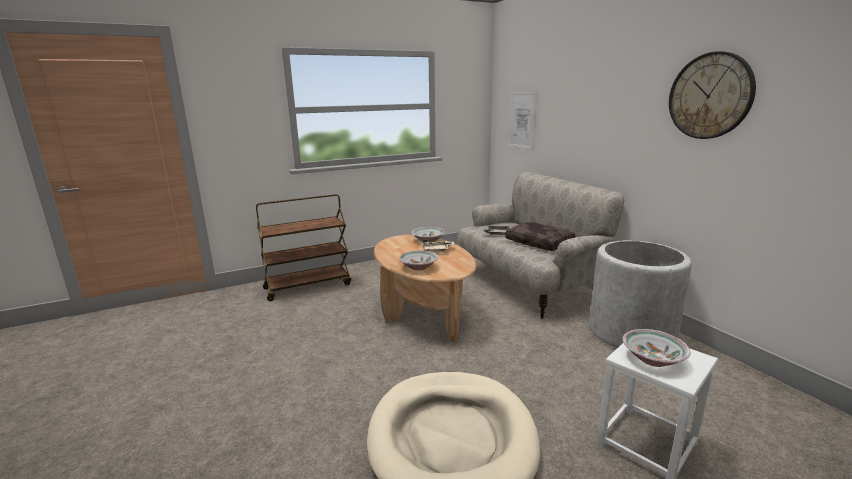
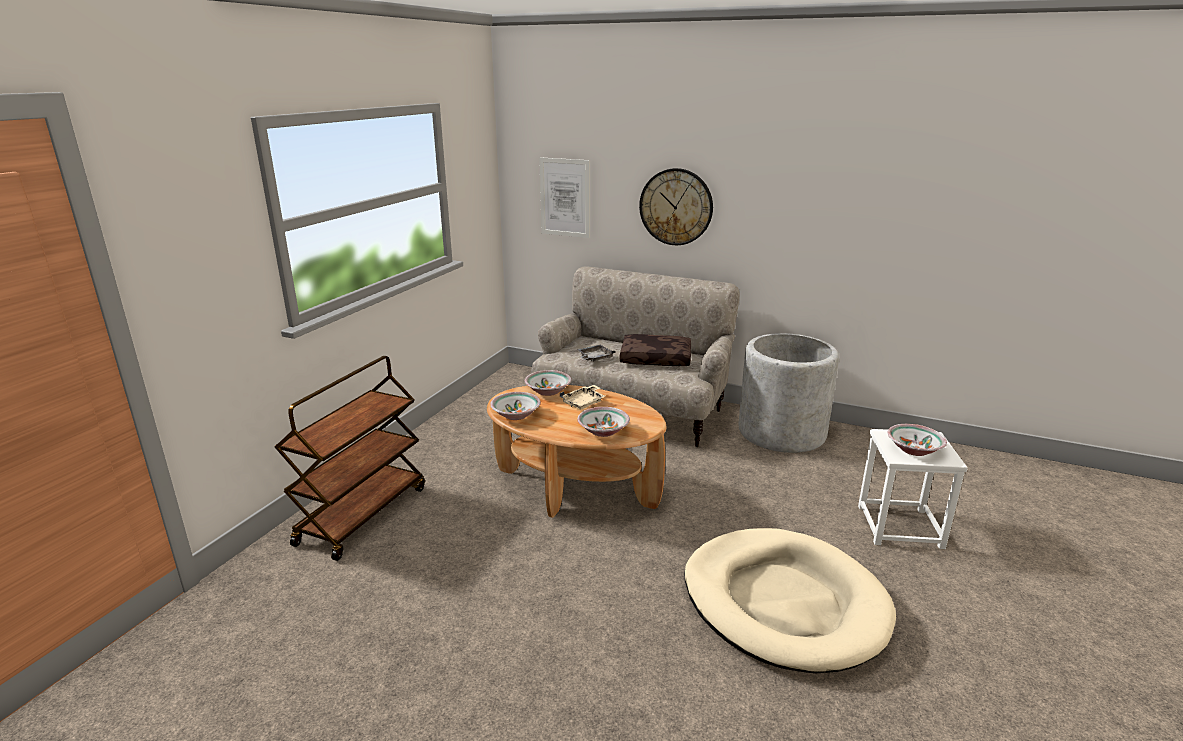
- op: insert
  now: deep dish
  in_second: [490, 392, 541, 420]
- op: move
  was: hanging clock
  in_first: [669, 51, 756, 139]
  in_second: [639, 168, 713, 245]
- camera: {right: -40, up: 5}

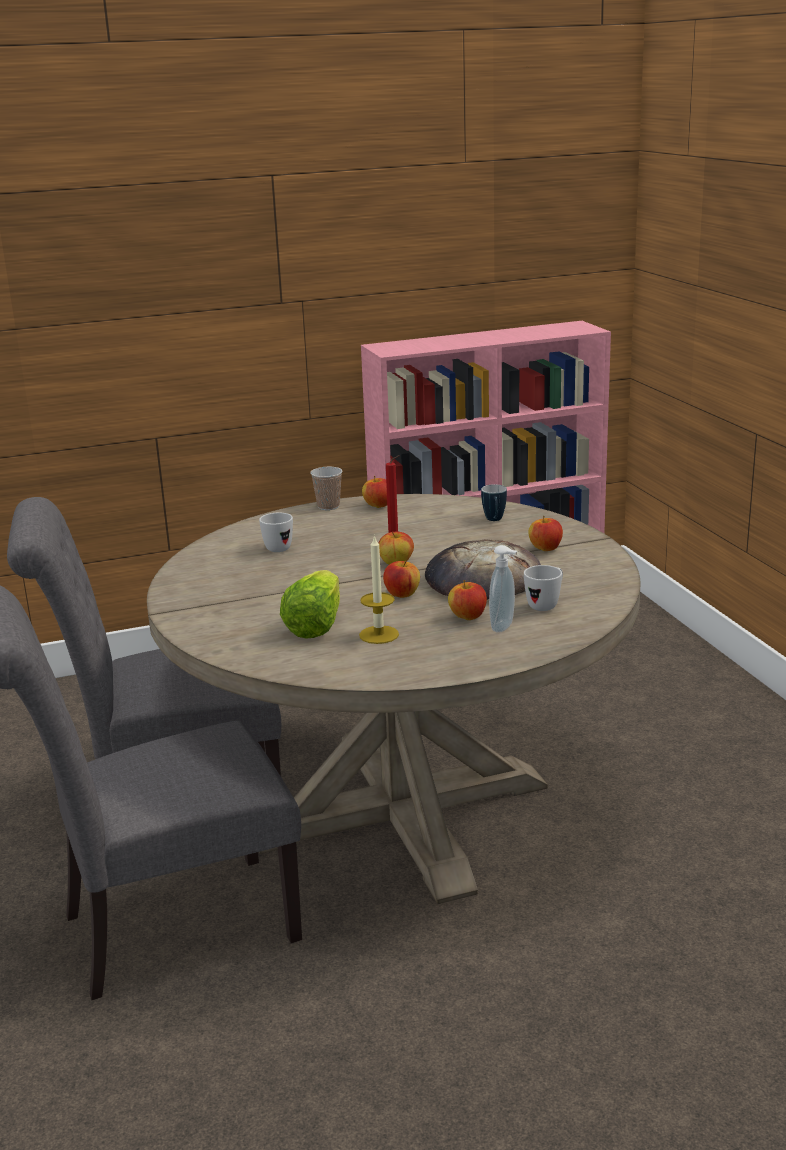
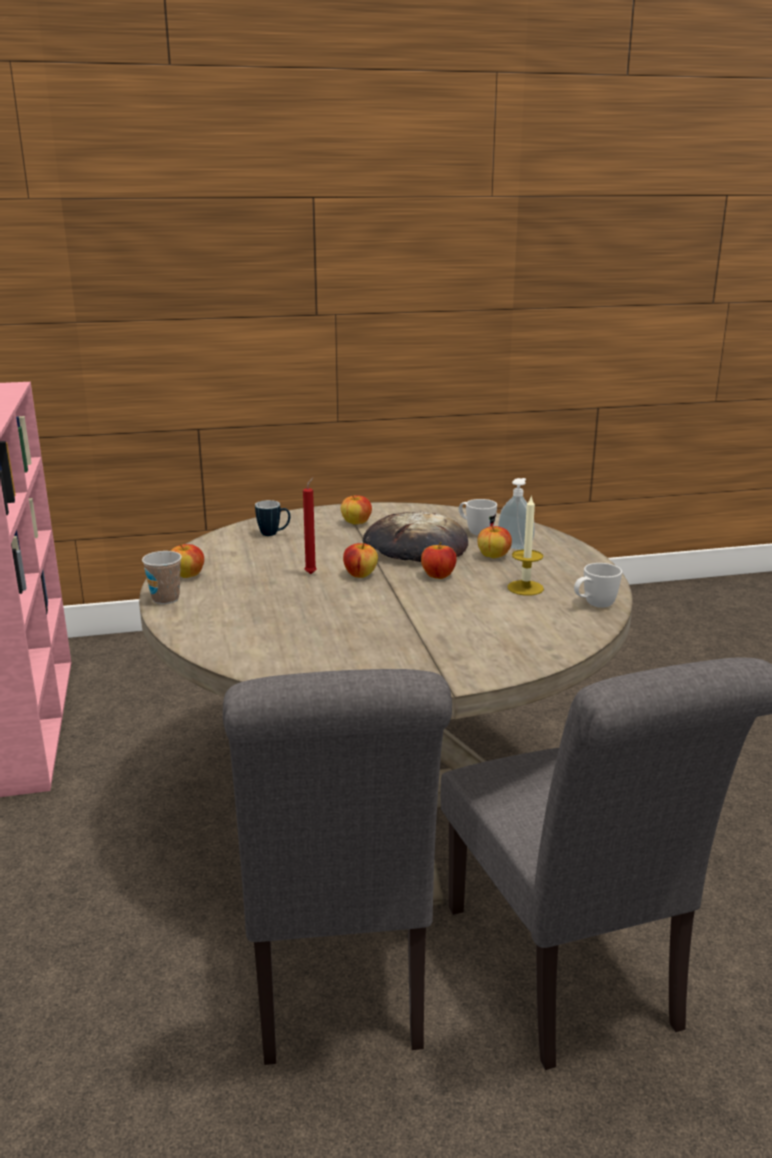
- op: delete
  was: lettuce
  in_first: [280, 570, 340, 639]
- op: move
  was: white coffee mug
  in_first: [259, 513, 293, 552]
  in_second: [574, 563, 622, 608]
- camera: {right: -85, up: 0}

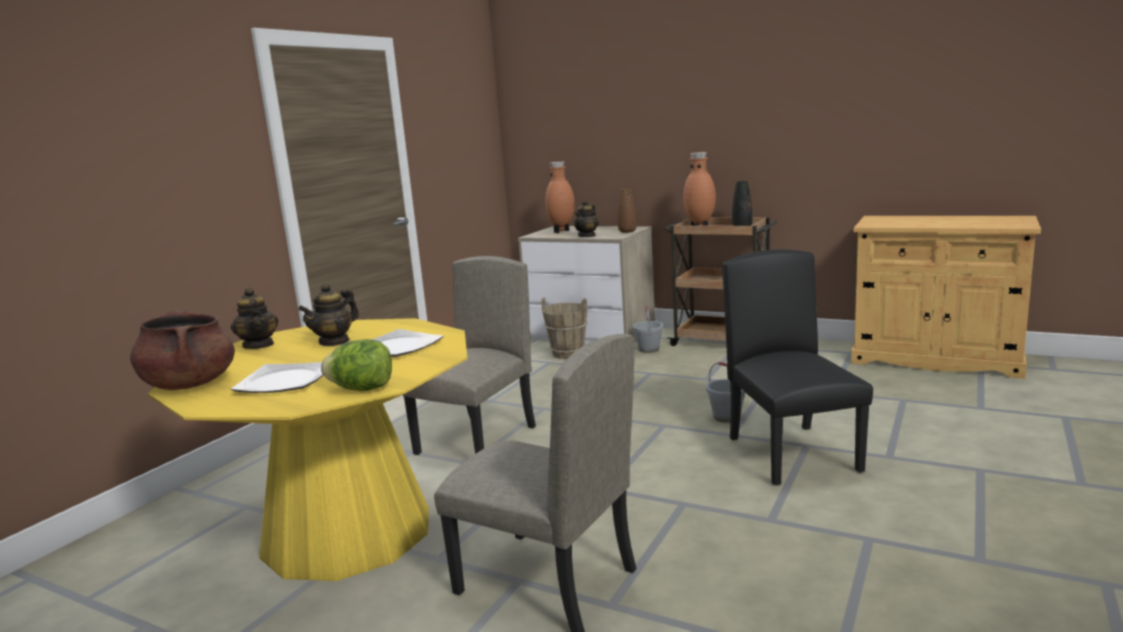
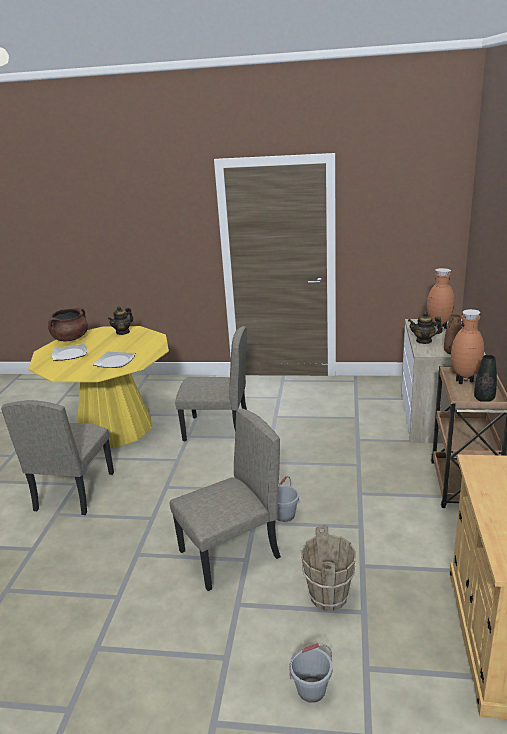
- op: delete
  was: tea pot
  in_first: [298, 283, 359, 346]
- op: delete
  was: lettuce
  in_first: [321, 339, 392, 391]
- op: move
  was: brownish bucket
  in_first: [541, 298, 588, 359]
  in_second: [301, 525, 356, 611]
- op: move
  was: grey bucket
  in_first: [633, 306, 663, 353]
  in_second: [289, 643, 332, 703]
- op: recolor
  was: blackish upright chair
  now: sand-coloured upright chair
  in_first: [722, 249, 873, 485]
  in_second: [170, 408, 281, 591]
- camera: {right: 70, up: 10}

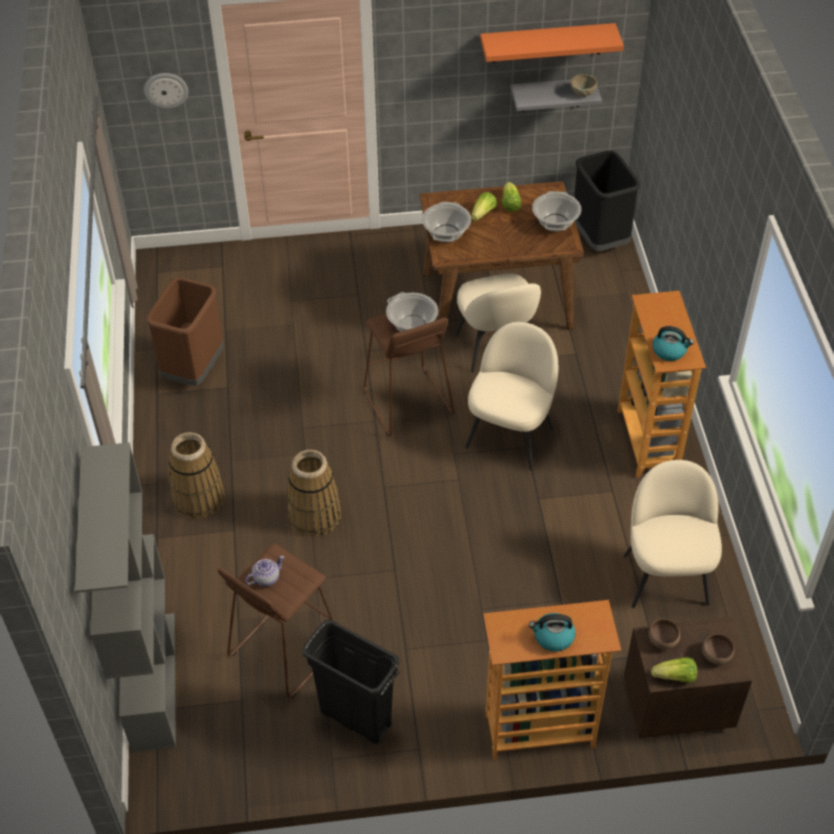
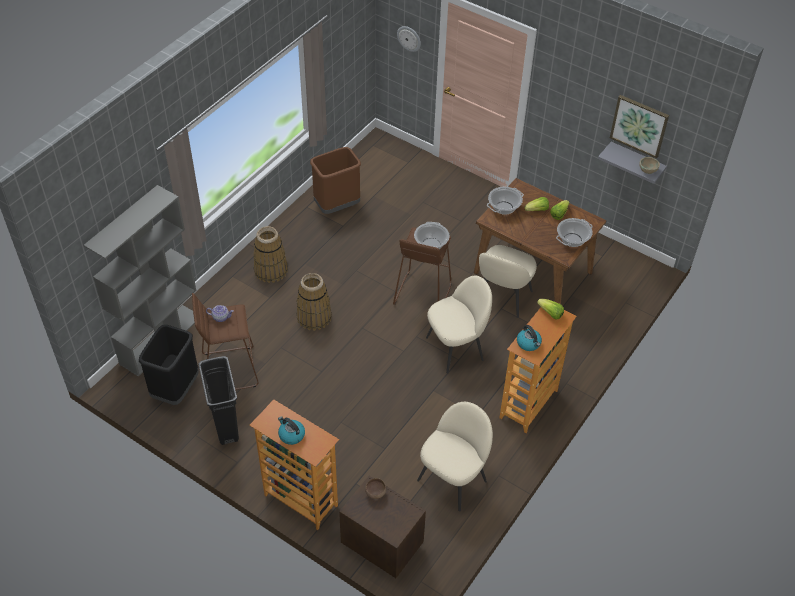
- op: delete
  was: brownish deep dish
  in_first: [702, 634, 734, 665]
- op: move
  was: blackish trash can
  in_first: [574, 151, 640, 251]
  in_second: [139, 325, 199, 405]
- op: move
  was: lettuce
  in_first: [651, 657, 697, 683]
  in_second: [537, 299, 564, 320]
- op: replace
  was: orangey wall shelf
  now: wall picture
  in_first: [480, 23, 624, 63]
  in_second: [610, 95, 669, 159]
- camera: {right: 40, up: 0}

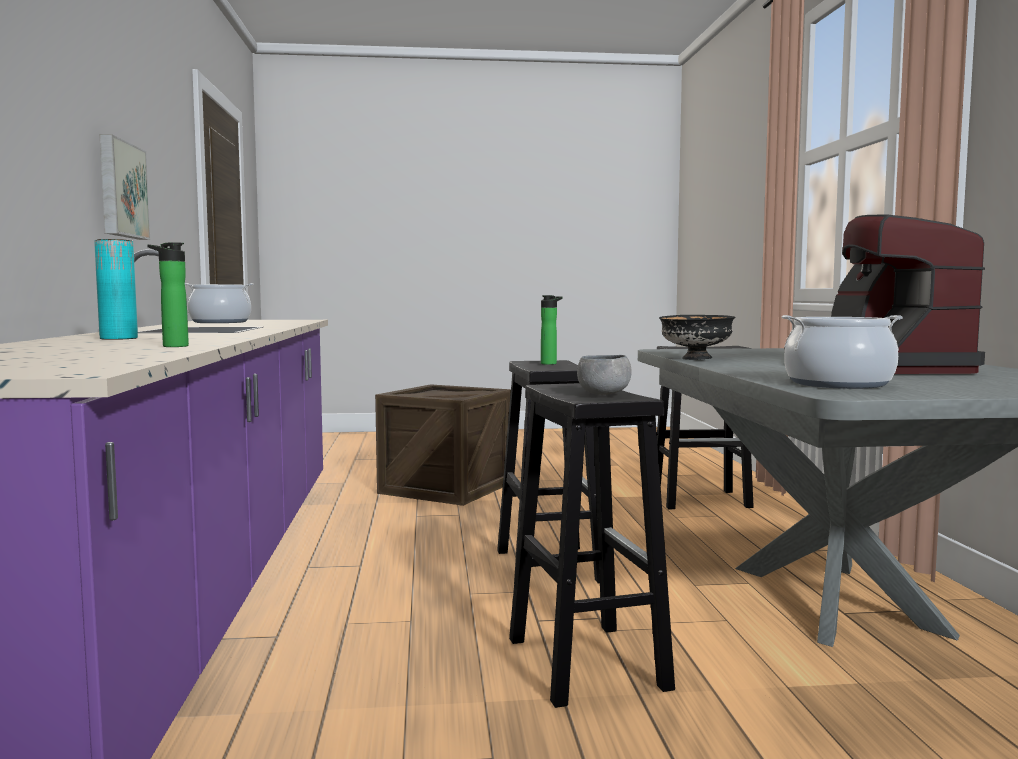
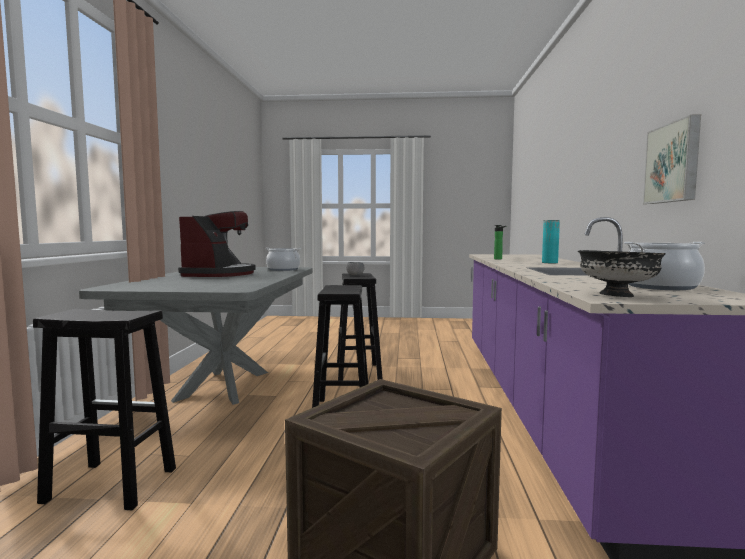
- op: delete
  was: drink bottle
  in_first: [541, 295, 563, 365]
- op: move
  was: blackish deep dish
  in_first: [659, 315, 736, 360]
  in_second: [578, 250, 666, 297]
- camera: {right: -170, up: 0}

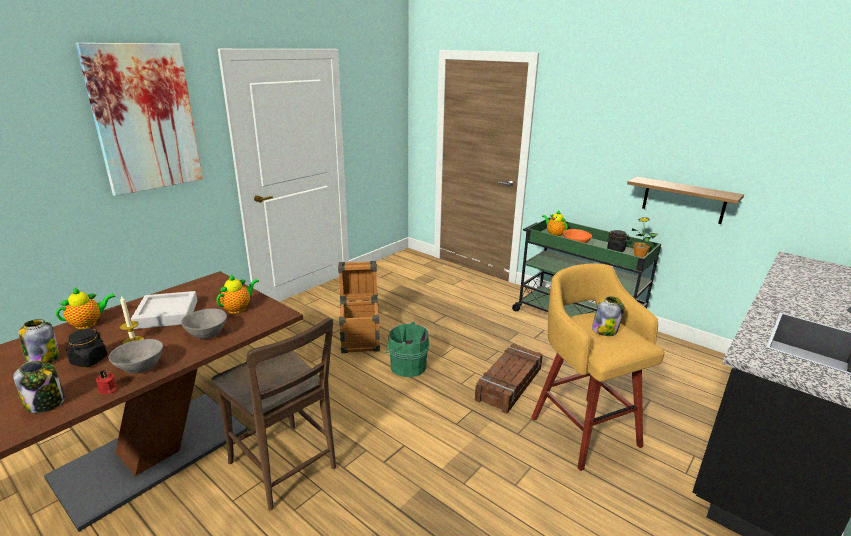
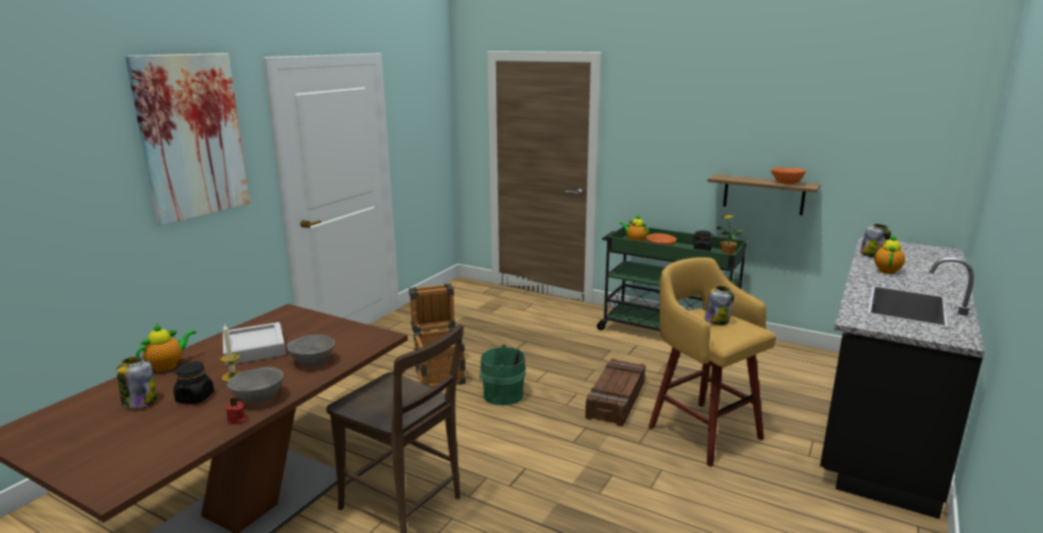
- op: insert
  now: orangey deep dish
  in_second: [771, 167, 806, 184]
- op: move
  was: jar
  in_first: [13, 361, 65, 413]
  in_second: [860, 224, 891, 258]
- op: move
  was: tea pot
  in_first: [216, 275, 259, 314]
  in_second: [874, 234, 905, 274]
- camera: {right: -10, up: -5}

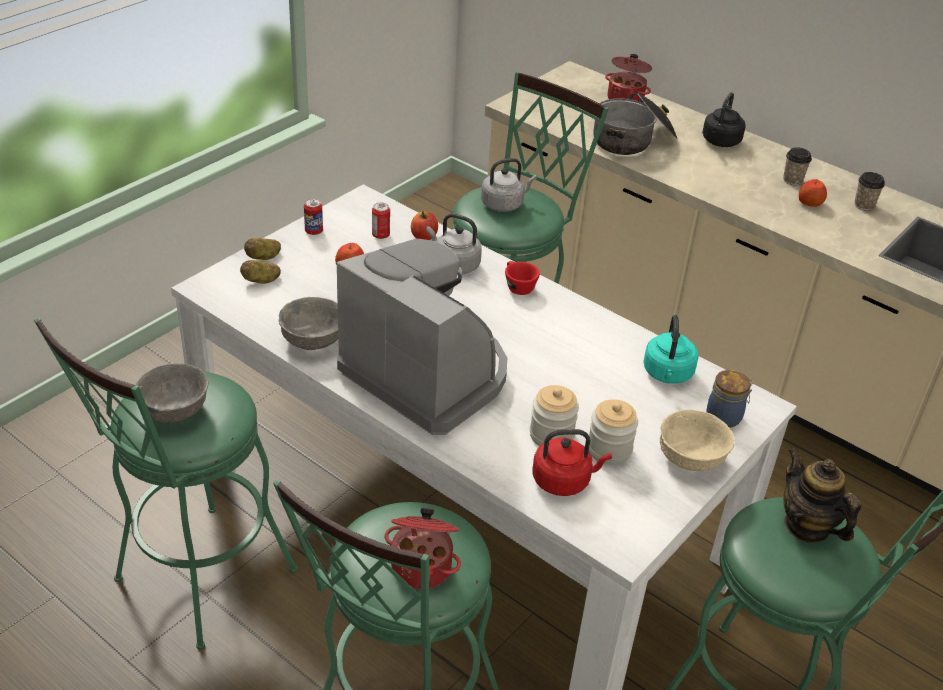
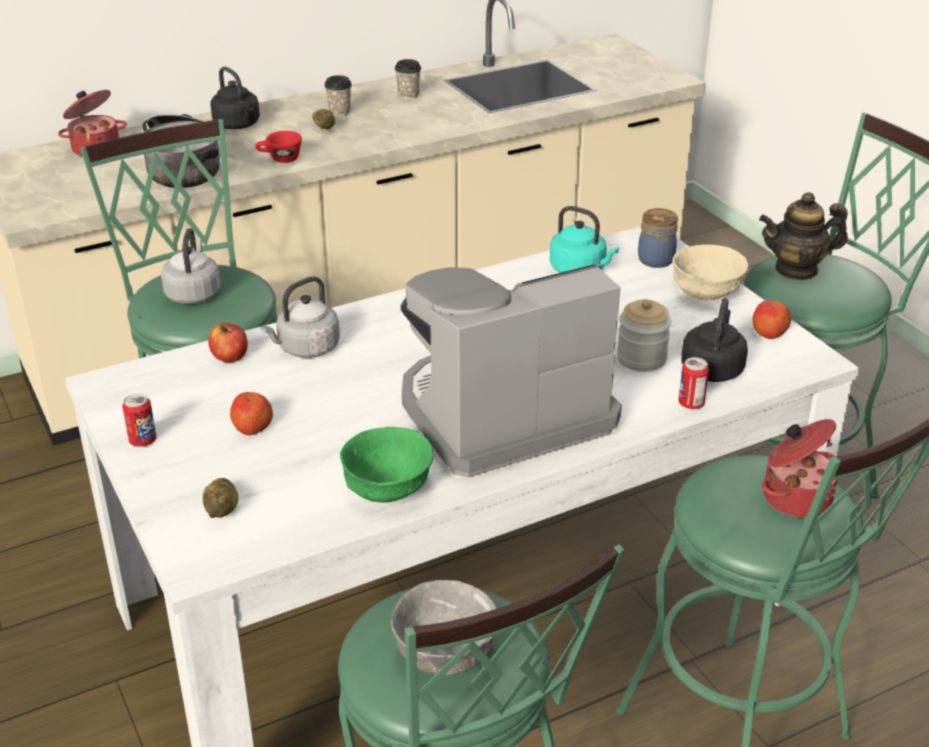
- op: delete
  was: jar
  in_first: [589, 399, 638, 465]
- op: move
  was: whole potato
  in_first: [244, 238, 281, 260]
  in_second: [312, 109, 335, 129]
- op: move
  was: sealed can
  in_first: [372, 202, 390, 239]
  in_second: [678, 357, 709, 409]
- op: move
  was: red-coloured drinking cup
  in_first: [505, 261, 540, 295]
  in_second: [255, 131, 302, 163]
- op: move
  was: apple
  in_first: [799, 179, 827, 207]
  in_second: [752, 300, 791, 339]
- op: recolor
  was: grey deep dish
  now: greenish deep dish
  in_first: [279, 297, 338, 350]
  in_second: [340, 427, 434, 503]
- op: recolor
  was: red-coloured tea kettle
  now: blackish tea kettle
  in_first: [533, 429, 612, 496]
  in_second: [681, 298, 748, 382]
- camera: {right: -65, up: -5}

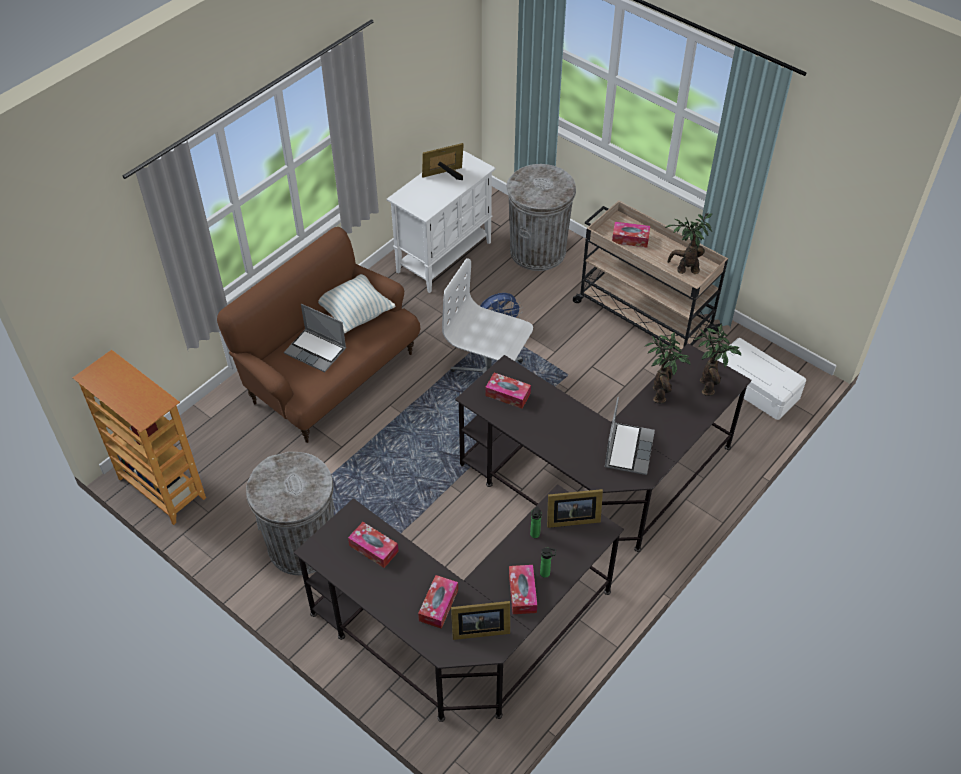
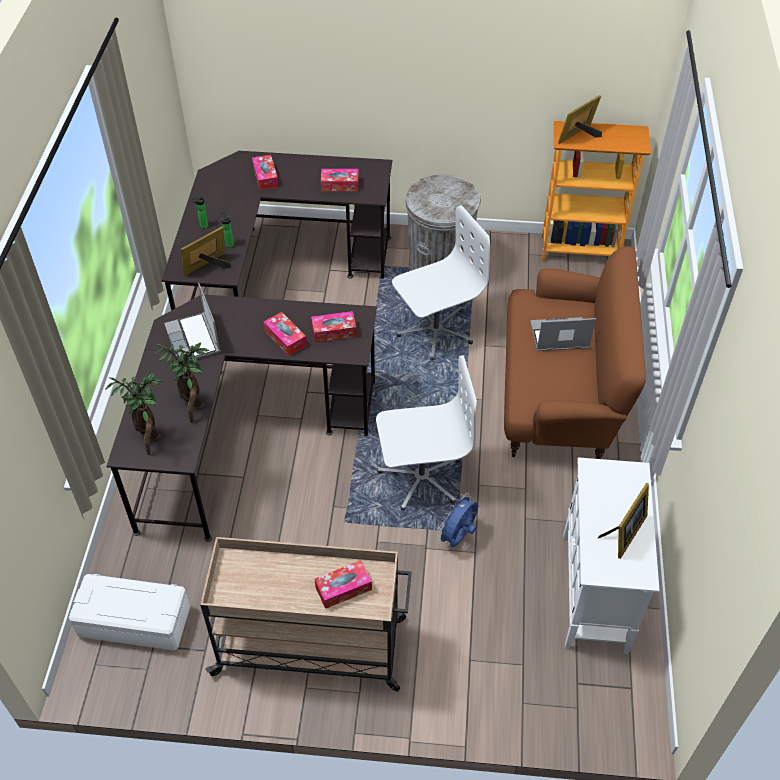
- op: delete
  was: cushion
  in_first: [318, 274, 396, 333]
- op: delete
  was: grey trash can
  in_first: [506, 164, 576, 271]
- op: delete
  was: houseplant
  in_first: [665, 213, 712, 274]
- op: insert
  now: white desk chair
  in_second: [392, 205, 490, 360]
- op: move
  was: standing frame
  in_first: [451, 601, 510, 640]
  in_second: [558, 95, 602, 144]
- op: move
  was: tissue box
  in_first: [509, 565, 537, 614]
  in_second: [263, 312, 307, 356]
- camera: {right: 145, up: 0}

